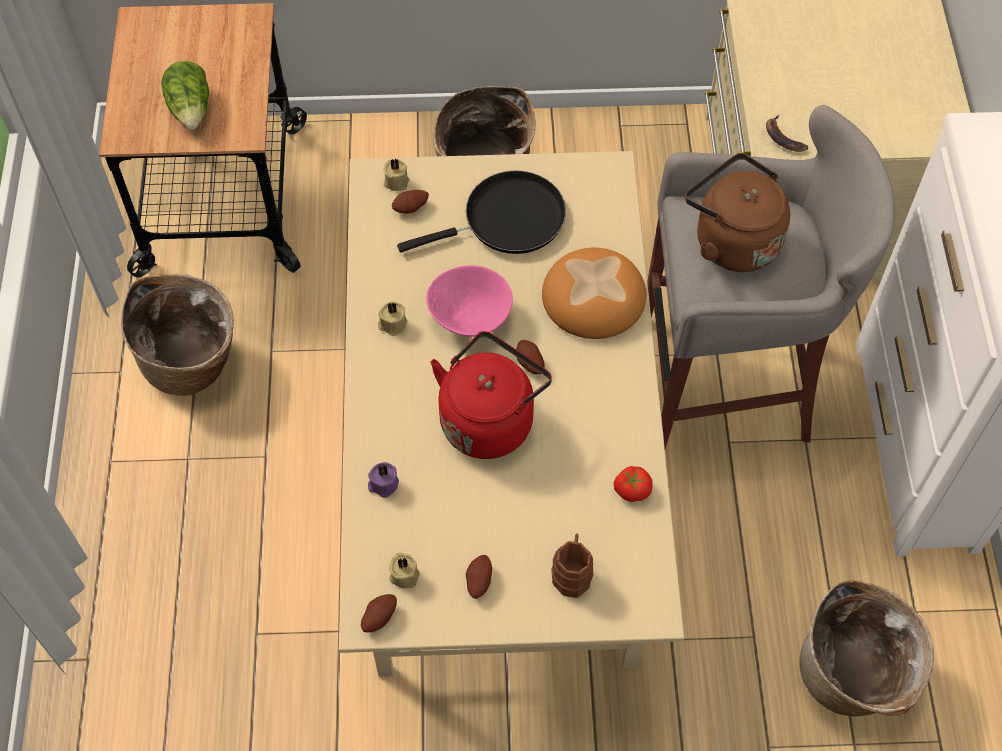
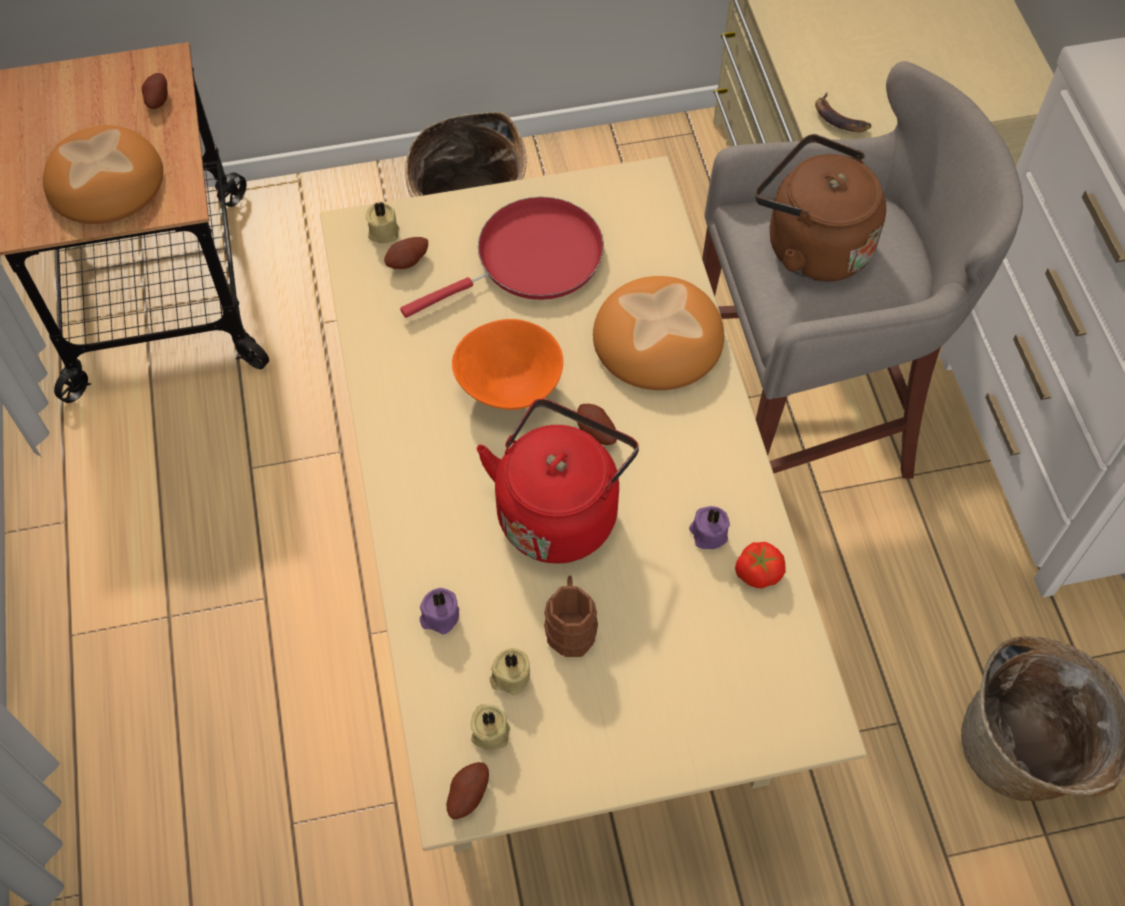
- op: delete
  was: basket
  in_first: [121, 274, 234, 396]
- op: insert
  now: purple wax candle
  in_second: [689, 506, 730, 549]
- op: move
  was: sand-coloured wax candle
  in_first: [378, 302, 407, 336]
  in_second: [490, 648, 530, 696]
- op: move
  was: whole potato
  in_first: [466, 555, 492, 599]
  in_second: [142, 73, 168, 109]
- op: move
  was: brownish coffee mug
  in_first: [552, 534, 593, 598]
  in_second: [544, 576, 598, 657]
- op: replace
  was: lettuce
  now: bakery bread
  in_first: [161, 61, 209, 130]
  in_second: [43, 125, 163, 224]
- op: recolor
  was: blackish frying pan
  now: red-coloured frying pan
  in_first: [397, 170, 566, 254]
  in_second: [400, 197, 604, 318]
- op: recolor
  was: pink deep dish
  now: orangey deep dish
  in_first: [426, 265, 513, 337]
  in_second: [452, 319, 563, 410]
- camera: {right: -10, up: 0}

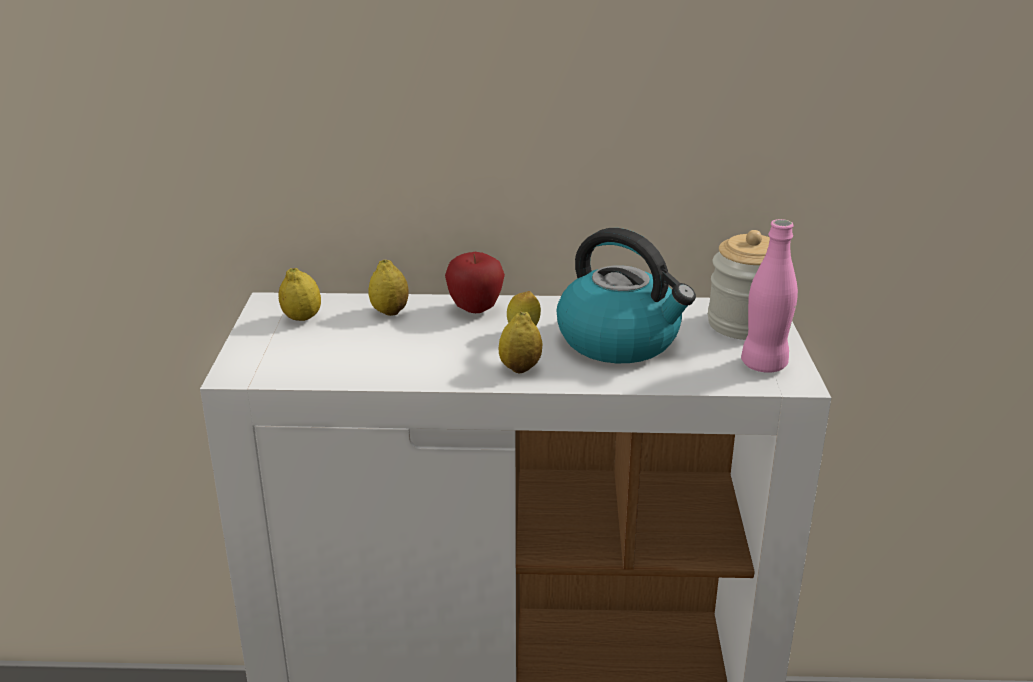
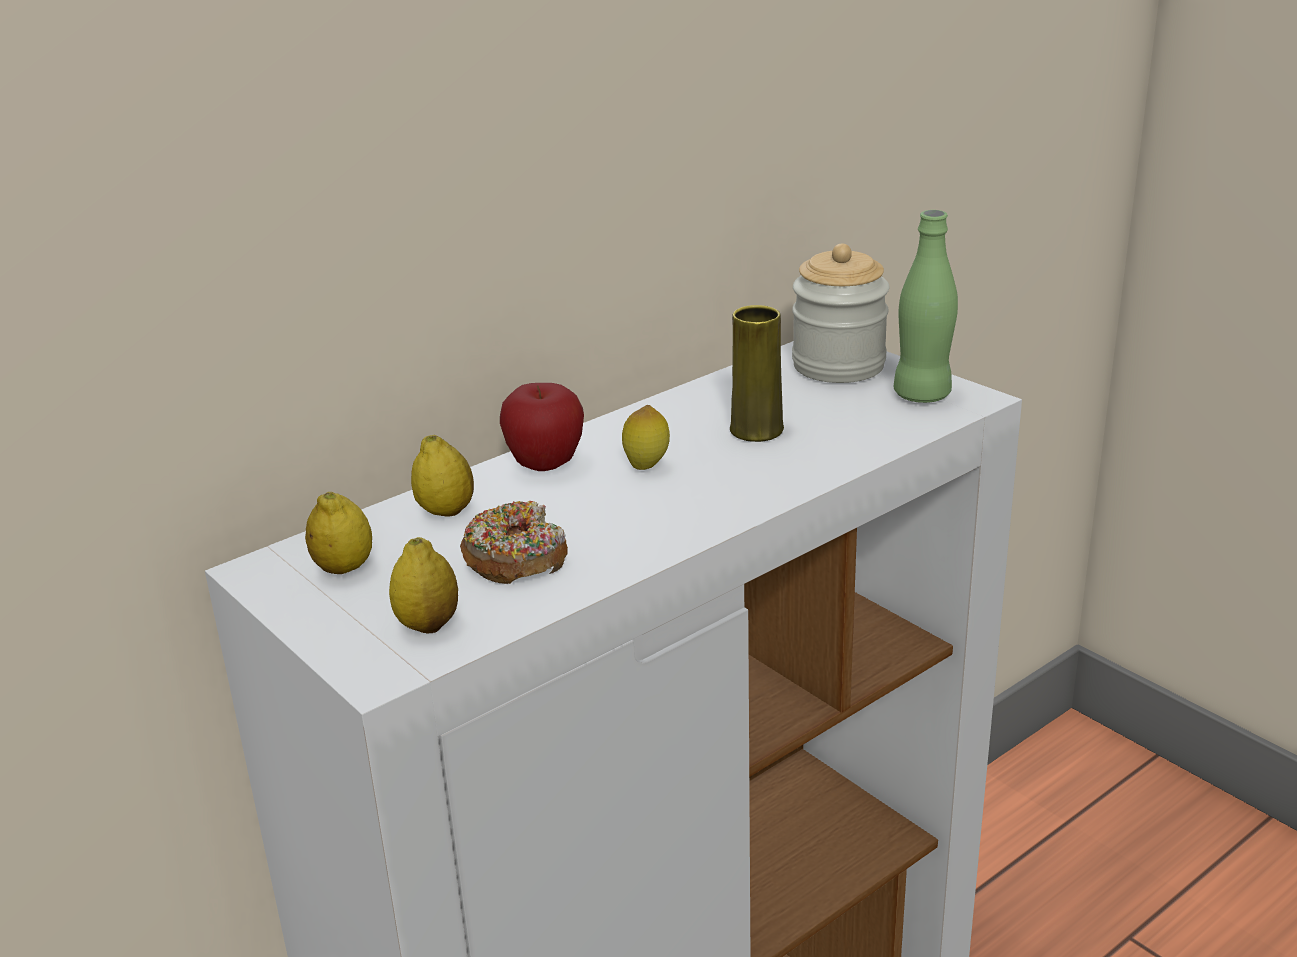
- op: insert
  now: donut
  in_second: [460, 501, 568, 584]
- op: move
  was: whole lemon
  in_first: [499, 312, 542, 373]
  in_second: [389, 537, 458, 633]
- op: replace
  was: tea kettle
  now: yellow-coloured vase
  in_first: [557, 228, 696, 363]
  in_second: [730, 305, 784, 442]
- op: recolor
  was: pink drink bottle
  now: greenish drink bottle
  in_first: [741, 219, 798, 373]
  in_second: [894, 210, 958, 403]
- camera: {right: -40, up: 0}

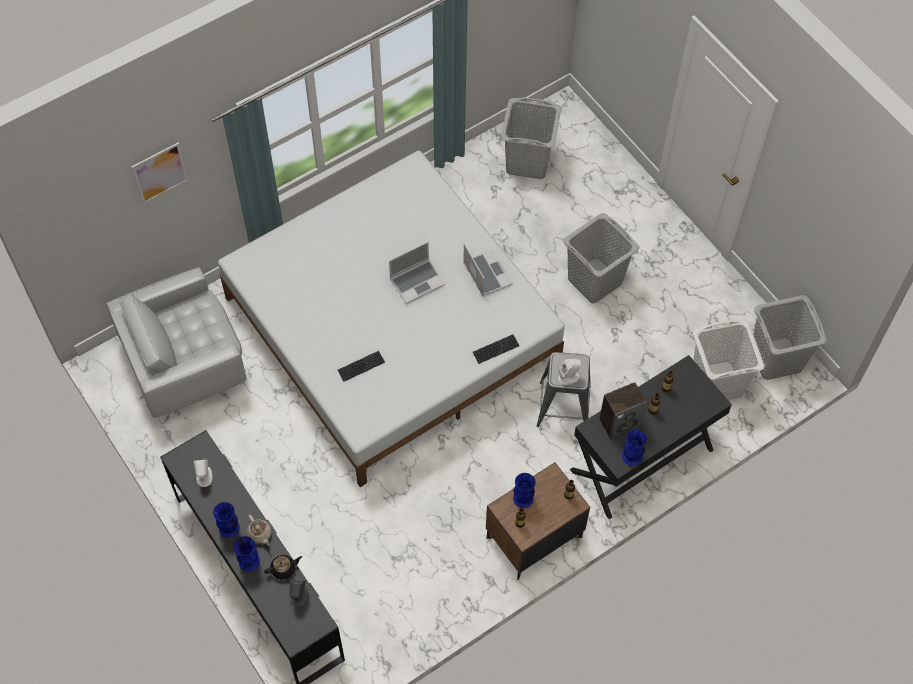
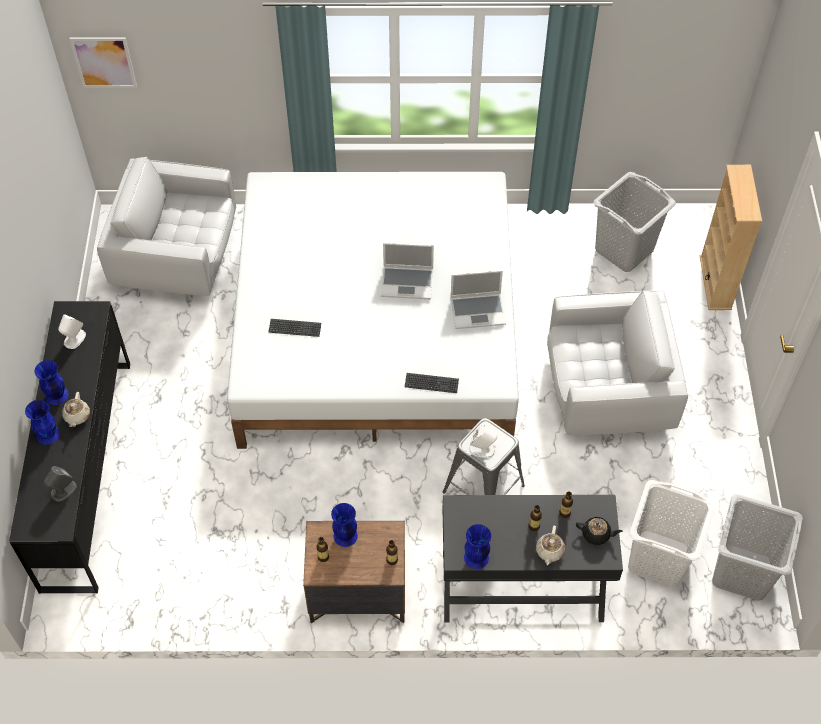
- op: delete
  was: audio speaker
  in_first: [599, 382, 647, 440]
- op: insert
  now: sand-coloured tea pot
  in_second: [536, 526, 565, 566]
- op: insert
  now: sand-coloured bookshelf
  in_second: [700, 165, 762, 310]
- op: move
  was: wall picture
  in_first: [131, 142, 188, 204]
  in_second: [69, 37, 137, 88]
- op: move
  was: blackish tea pot
  in_first: [264, 555, 302, 580]
  in_second: [576, 517, 623, 545]
- op: replace
  was: grey laundry basket
  now: white lounge chair
  in_first: [563, 213, 639, 303]
  in_second: [547, 290, 688, 435]
- op: rotate
  was: laptop
  in_first: [463, 243, 513, 297]
  in_second: [451, 270, 506, 329]
  clockwise: 75
- camera: {right: 35, up: -5}

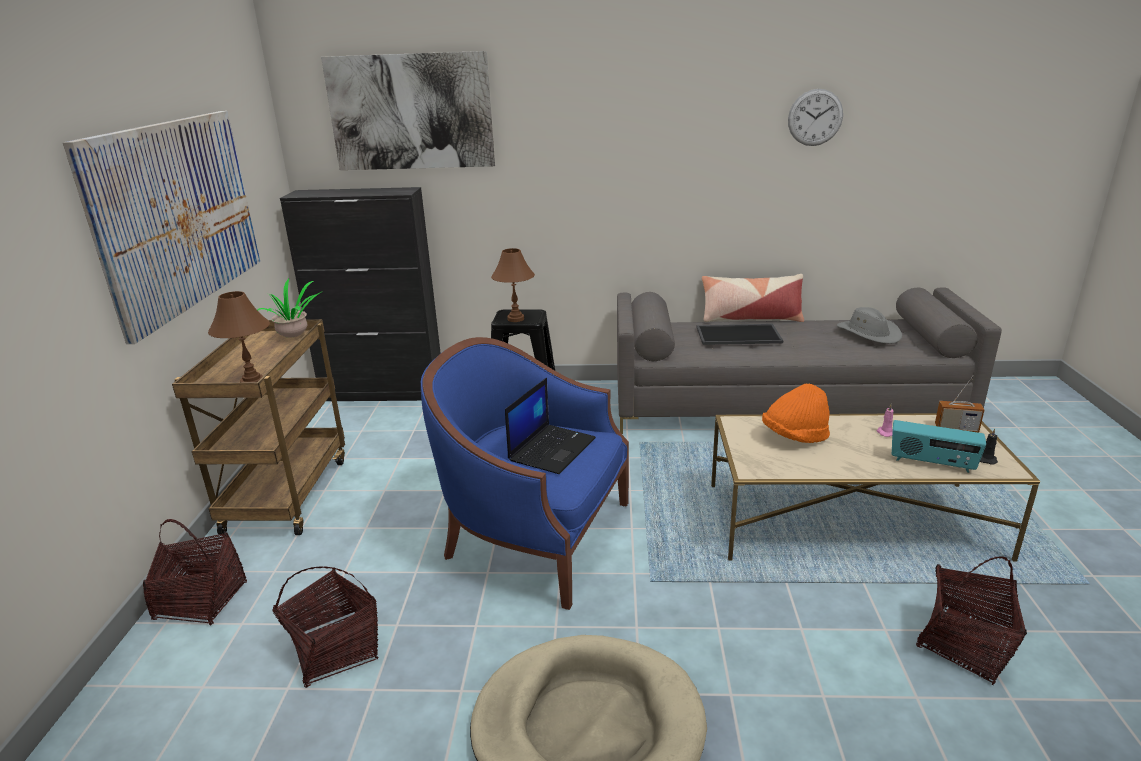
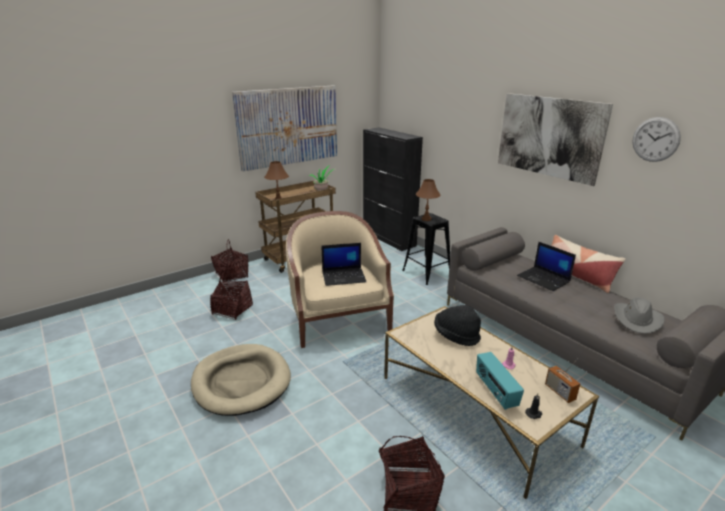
- op: move
  was: wall picture
  in_first: [321, 51, 495, 170]
  in_second: [498, 93, 613, 186]
- op: replace
  was: serving tray
  now: laptop
  in_first: [696, 324, 783, 345]
  in_second: [517, 242, 576, 291]
- op: recolor
  was: blue lounge chair
  now: sand-coloured lounge chair
  in_first: [421, 337, 629, 610]
  in_second: [286, 211, 394, 348]
- op: recolor
  was: orangey wearable hat
  now: blackish wearable hat
  in_first: [762, 384, 830, 443]
  in_second: [434, 305, 481, 346]
- camera: {right: 50, up: 0}

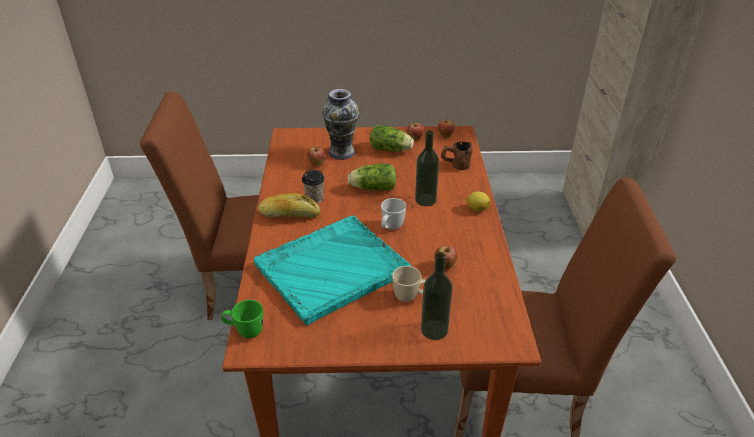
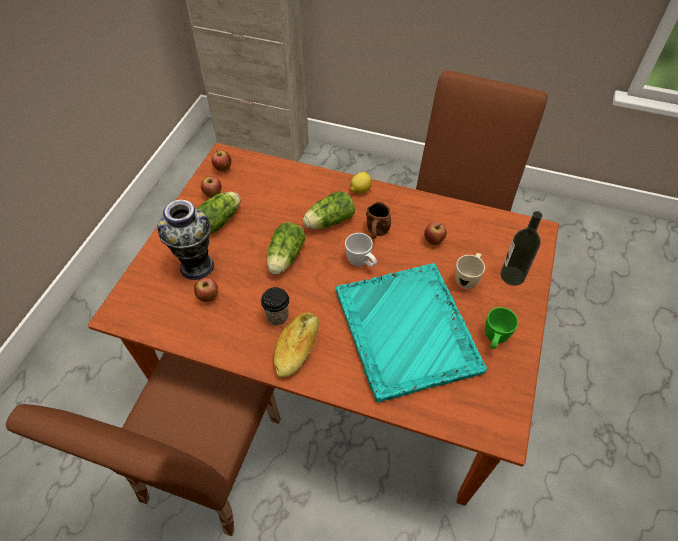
- op: move
  was: greenish coffee mug
  in_first: [221, 300, 263, 338]
  in_second: [485, 307, 518, 349]
- op: move
  was: brownish coffee mug
  in_first: [441, 142, 473, 170]
  in_second: [366, 201, 391, 239]
- op: replace
  was: drink bottle
  now: lettuce
  in_first: [415, 130, 439, 206]
  in_second: [303, 191, 355, 229]
- camera: {right: -70, up: 15}

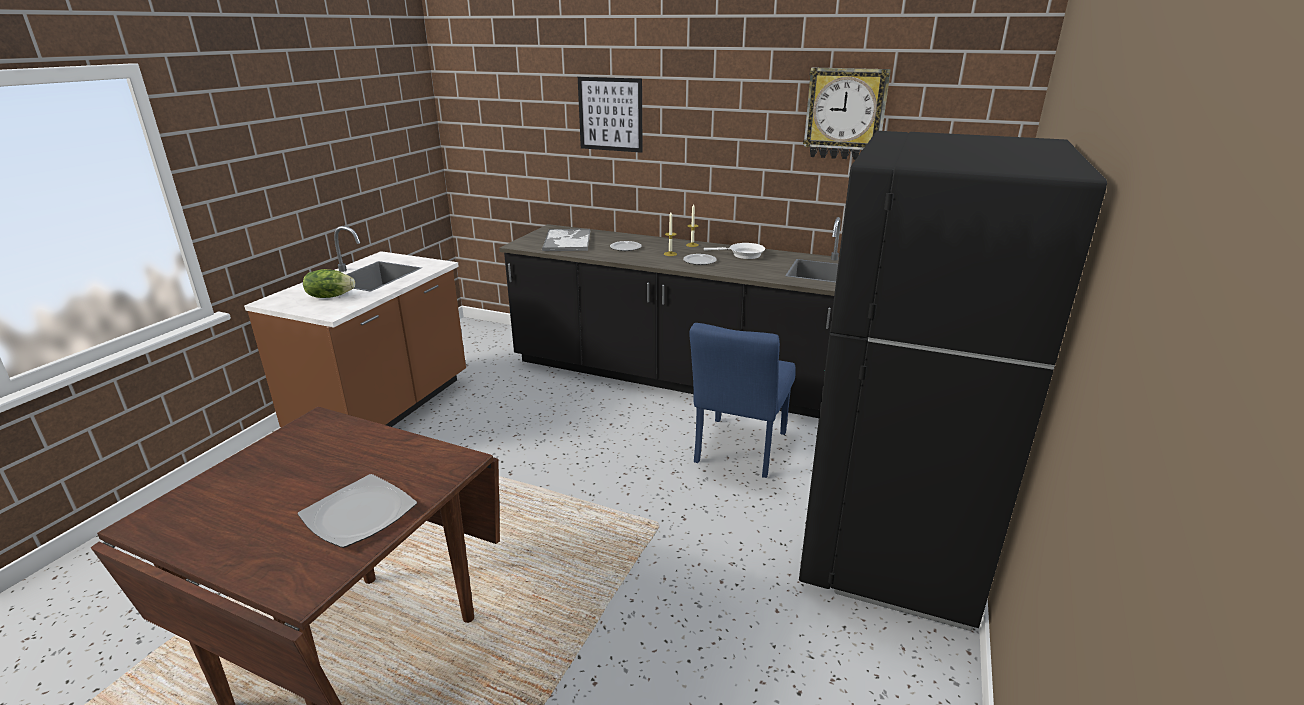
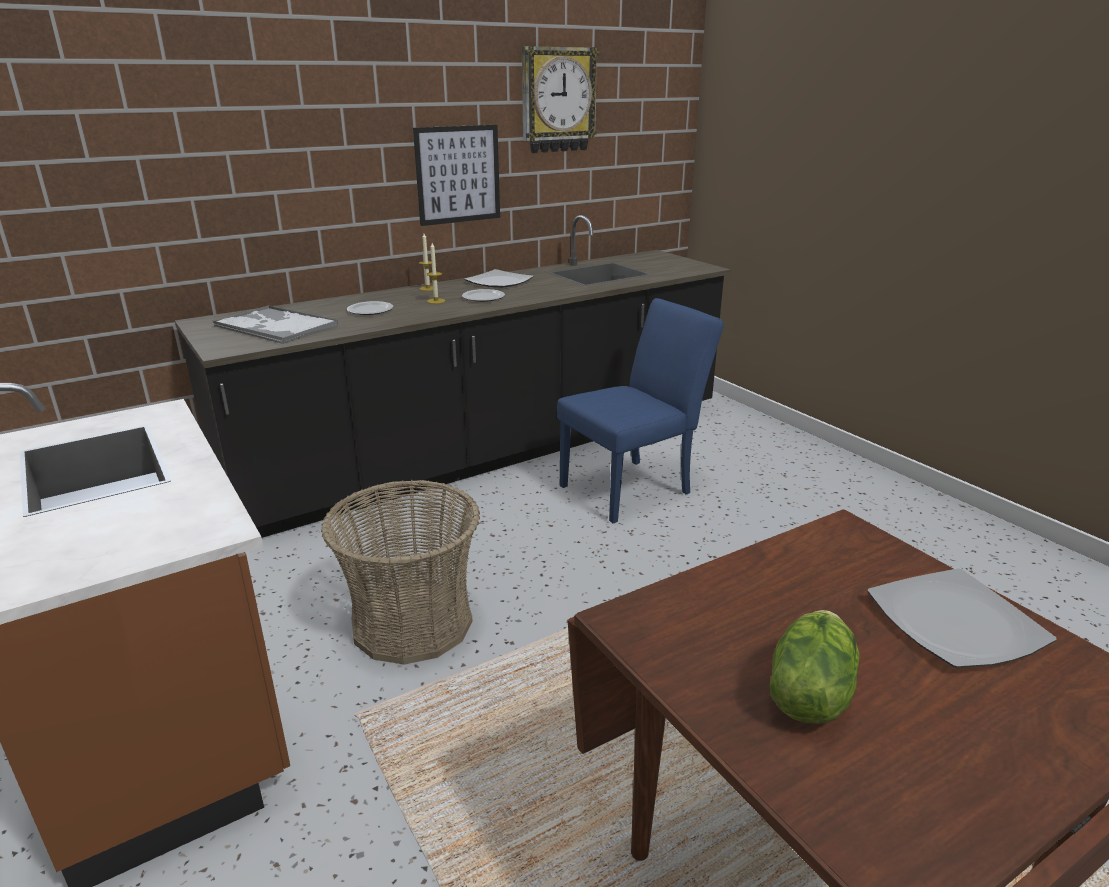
- op: delete
  was: blackish kitchen fridge
  in_first: [799, 131, 1107, 631]
- op: insert
  now: basket
  in_second: [321, 480, 480, 665]
- op: move
  was: lettuce
  in_first: [303, 269, 355, 298]
  in_second: [769, 610, 860, 724]
- op: move
  was: wall picture
  in_first: [578, 77, 643, 153]
  in_second: [413, 125, 500, 226]
- op: replace
  was: white frying pan
  now: dinner plate
  in_first: [704, 243, 765, 259]
  in_second: [464, 269, 534, 288]
- op: rotate
  was: blue upright chair
  in_first: [689, 323, 796, 478]
  in_second: [557, 298, 724, 524]
  clockwise: -90
- camera: {right: -55, up: 0}

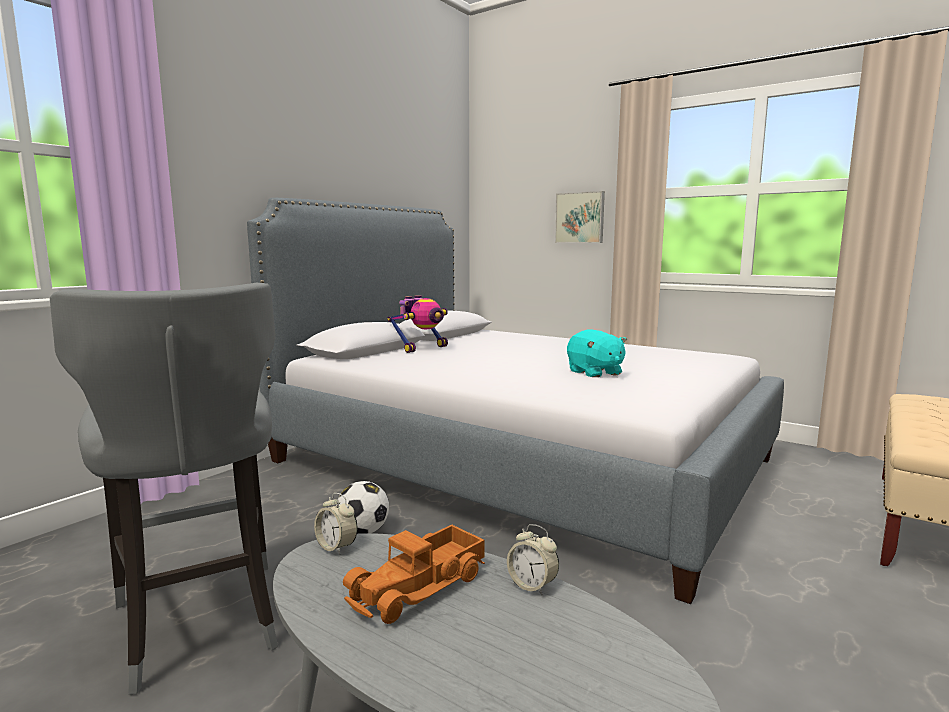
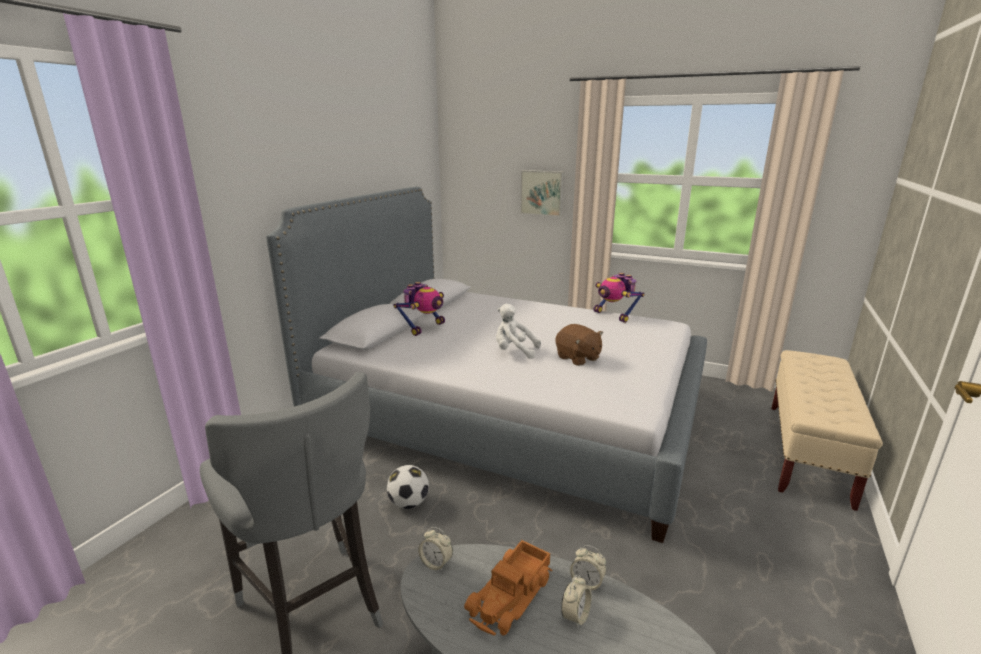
- op: insert
  now: white cuddly toy
  in_second: [496, 304, 541, 359]
- op: insert
  now: table clock
  in_second: [561, 575, 592, 628]
- op: insert
  now: robot figure
  in_second: [594, 273, 644, 323]
- op: recolor
  was: turquoise-coloured cuddly toy
  now: brownish cuddly toy
  in_first: [567, 329, 627, 377]
  in_second: [556, 324, 603, 366]
- camera: {right: -10, up: 10}

